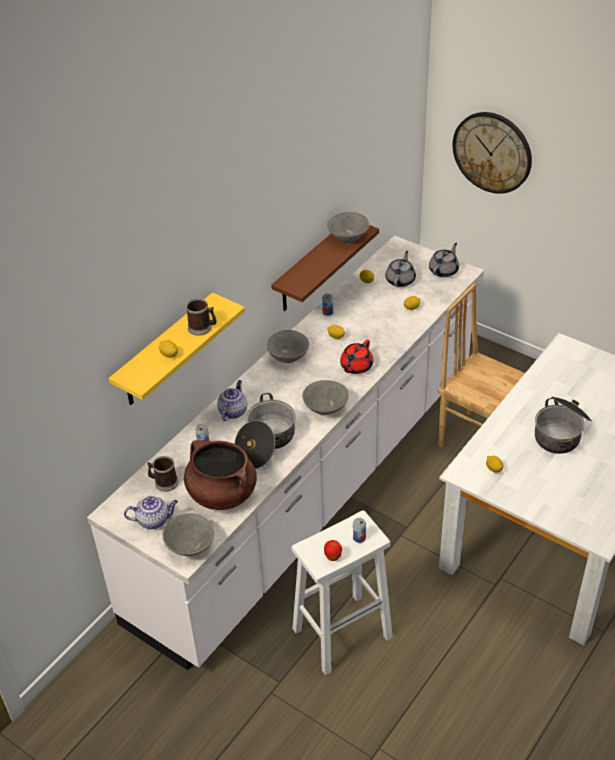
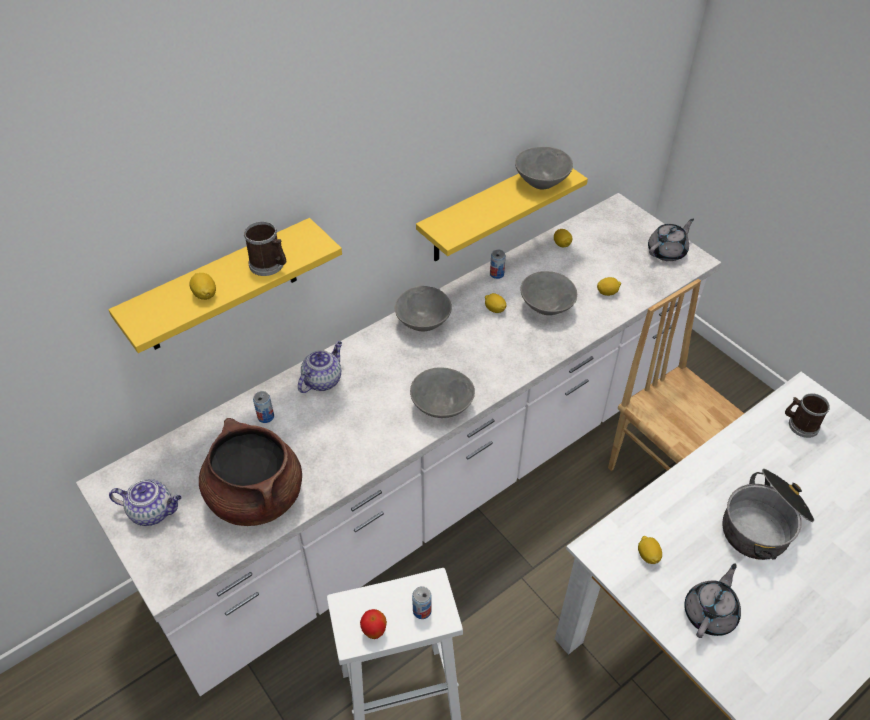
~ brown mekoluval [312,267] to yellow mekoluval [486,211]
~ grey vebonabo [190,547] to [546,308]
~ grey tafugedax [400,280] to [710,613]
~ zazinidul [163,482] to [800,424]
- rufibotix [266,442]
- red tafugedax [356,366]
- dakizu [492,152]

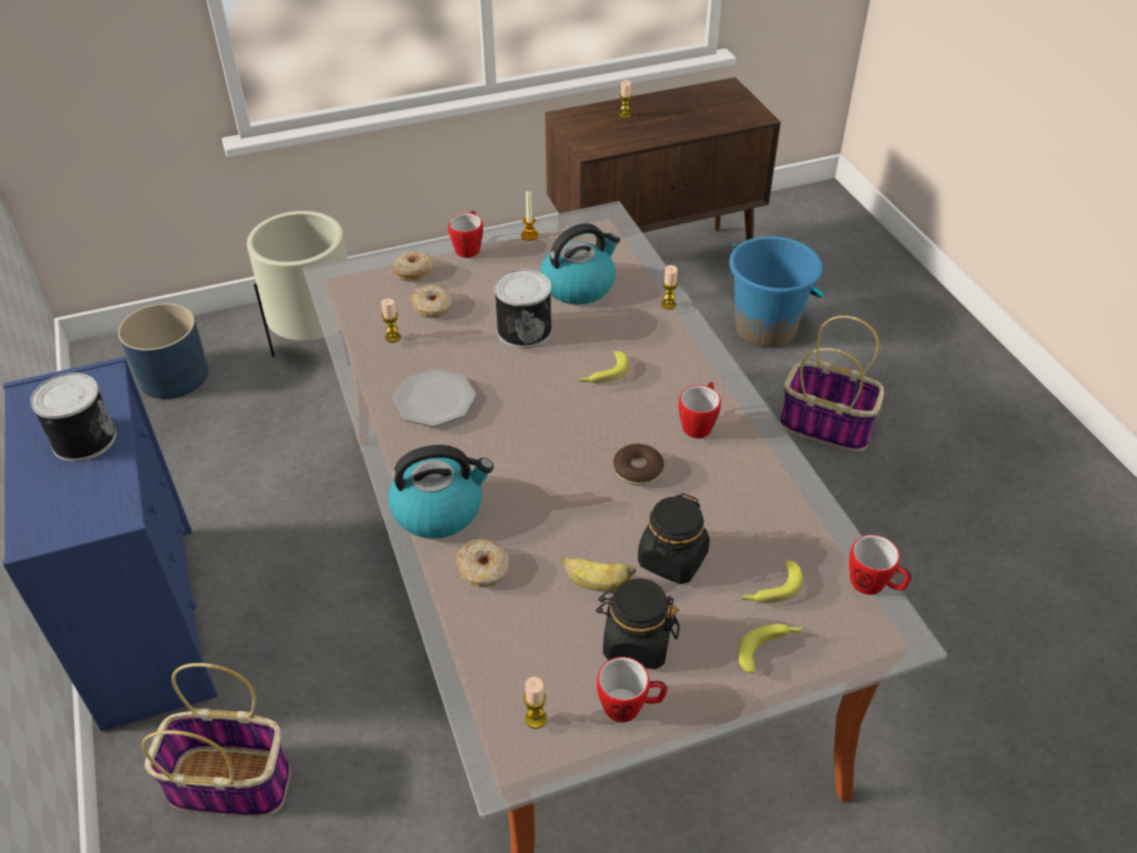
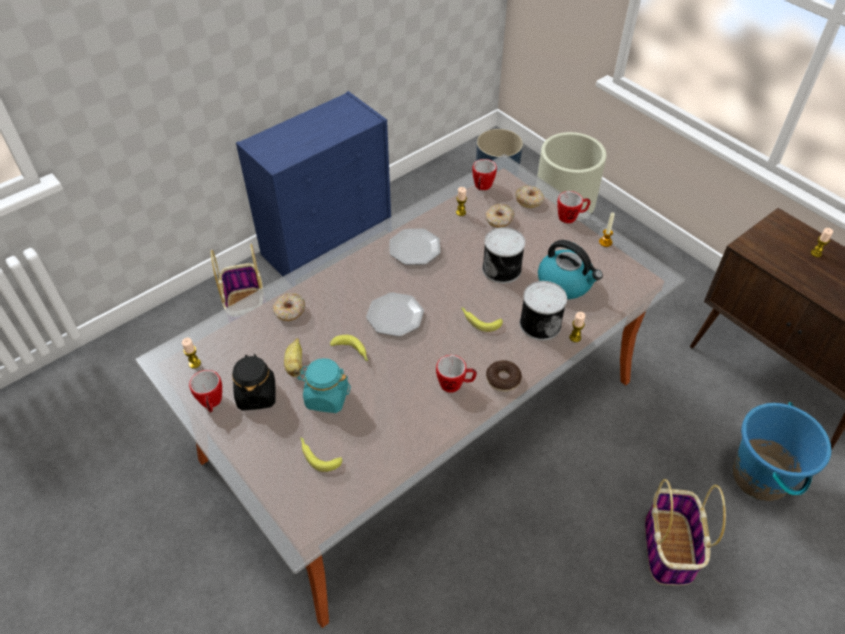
~ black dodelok [672,559] to turquoise dodelok [326,397]
~ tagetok [769,648] to [352,352]
+ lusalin [395,316]
~ zazinidul [874,585] to [482,187]
~ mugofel [638,470] to [503,379]
~ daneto [82,439] to [539,323]
- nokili [439,509]

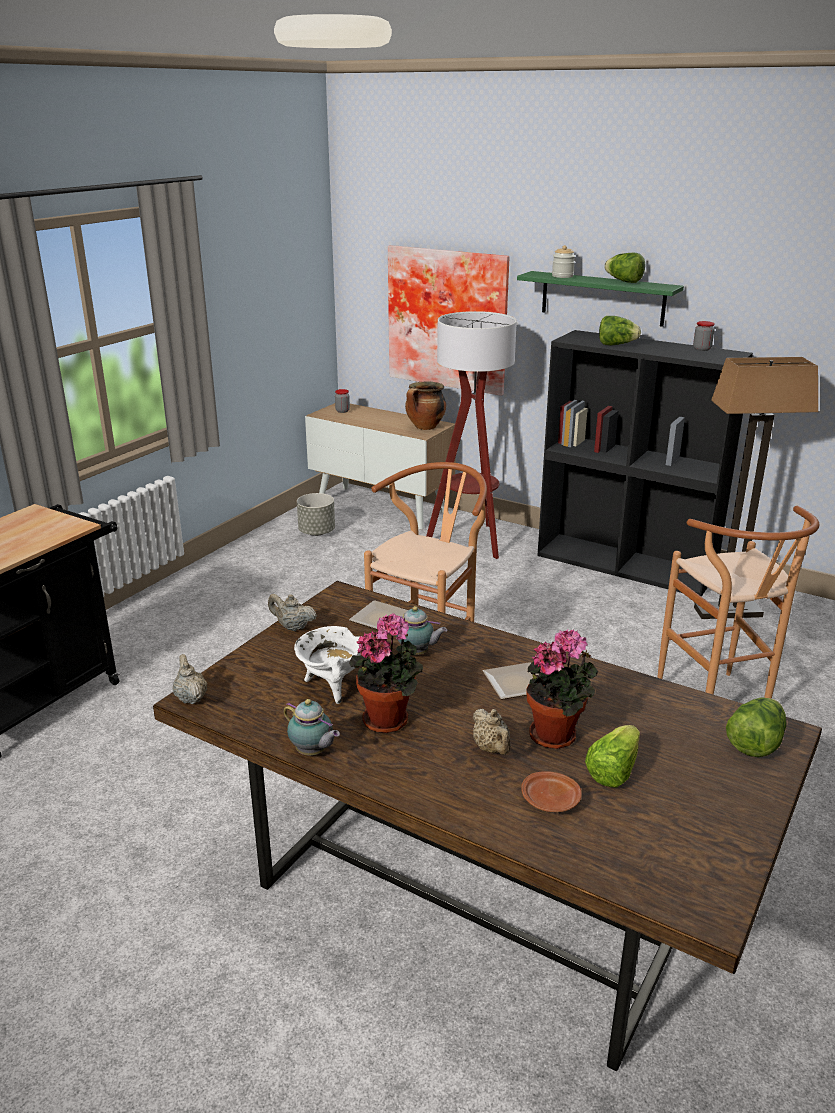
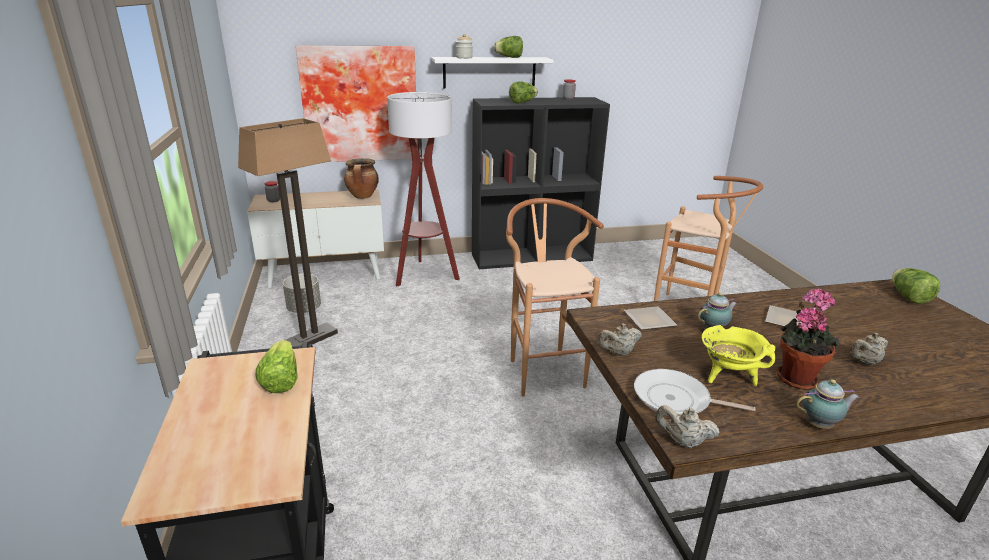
~ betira [728,612] to [310,339]
~ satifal [613,771] to [281,380]
~ green mekoluval [602,298] to white mekoluval [489,72]
+ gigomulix [676,400]
~ white rufibotix [332,686] to yellow rufibotix [727,377]
~ beige tafugedax [492,749] = [863,362] 135 degrees clockwise
- brown lusalin [551,801]
- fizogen [557,735]

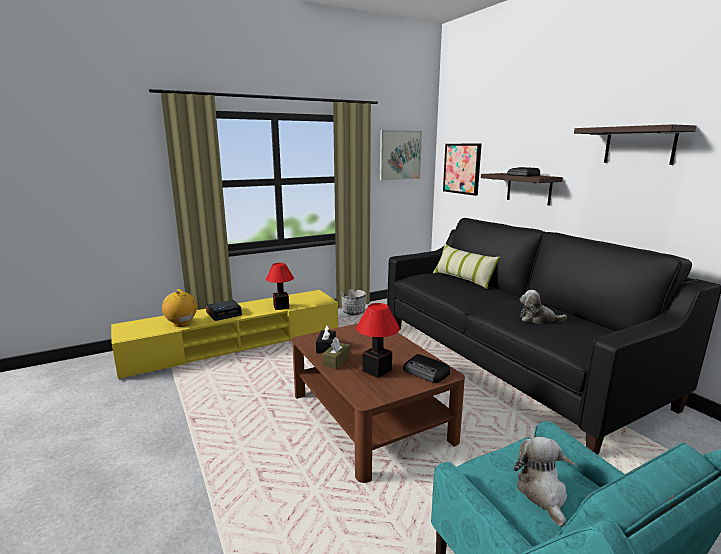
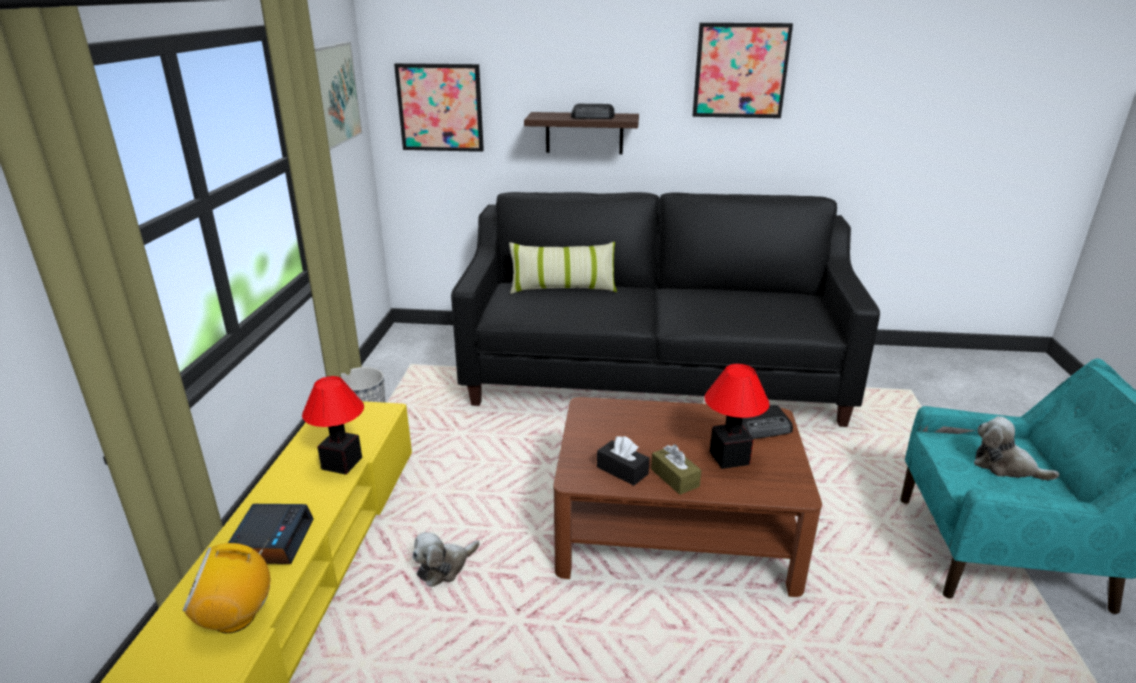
~ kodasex [538,319] to [444,567]
~ mekoluval [639,145] to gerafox [740,71]

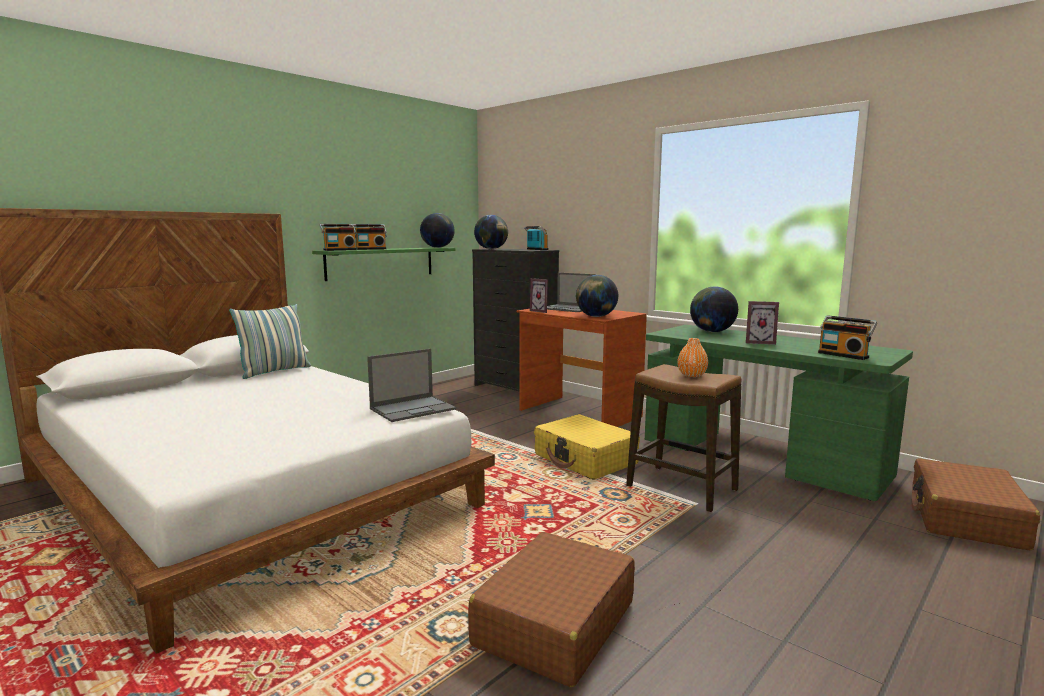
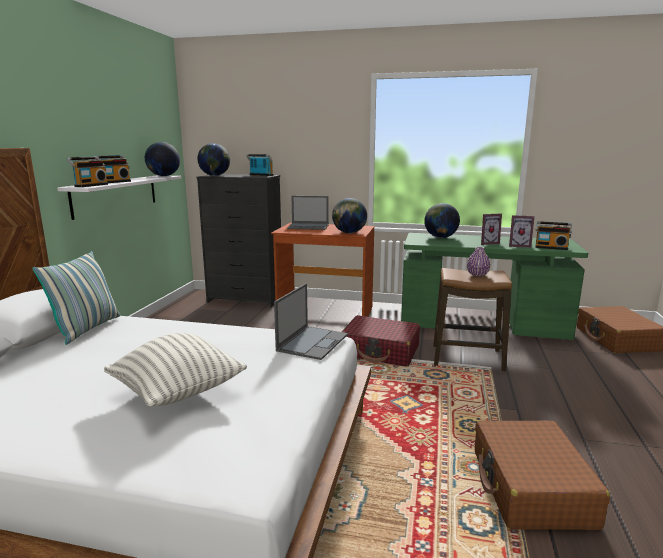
~ green mekoluval [381,263] to white mekoluval [116,195]
+ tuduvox [178,394]
~ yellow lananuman [585,459] to red lananuman [380,351]
~ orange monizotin [691,375] to purple monizotin [477,274]
~ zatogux [542,311] to [519,246]

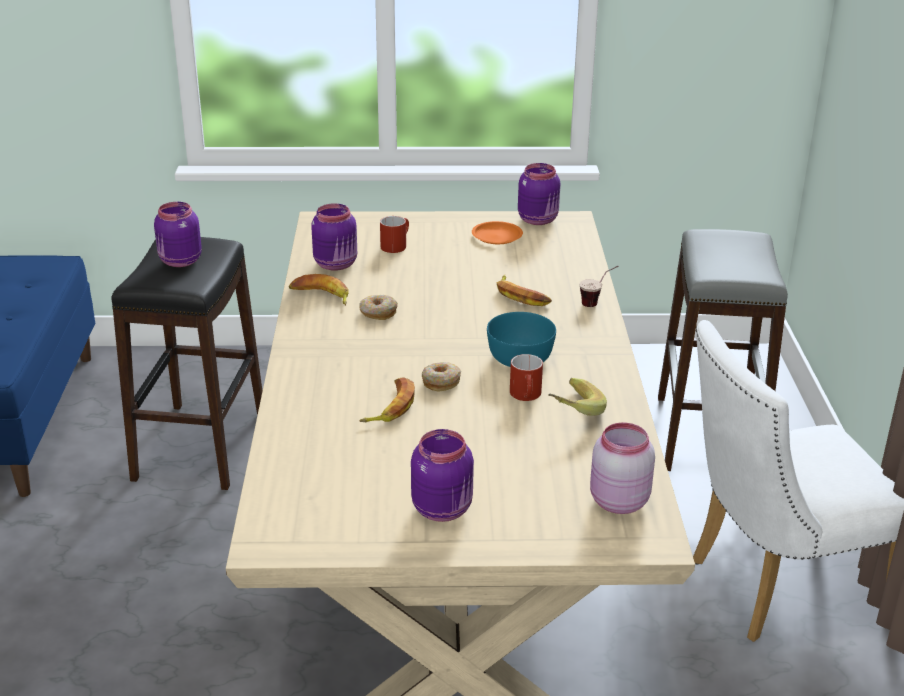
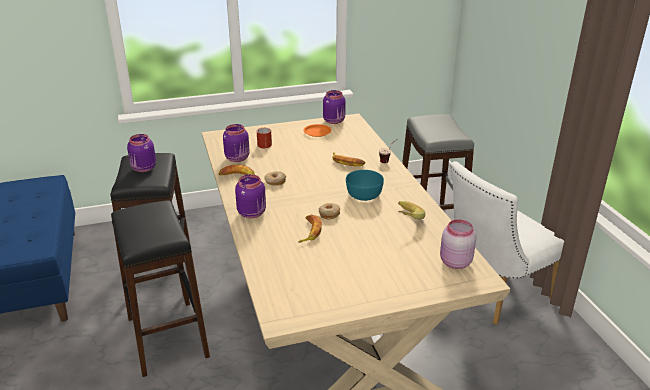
+ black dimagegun [167,337]
~ purple dodelok [443,508] to [252,213]
- red zazinidul [527,396]

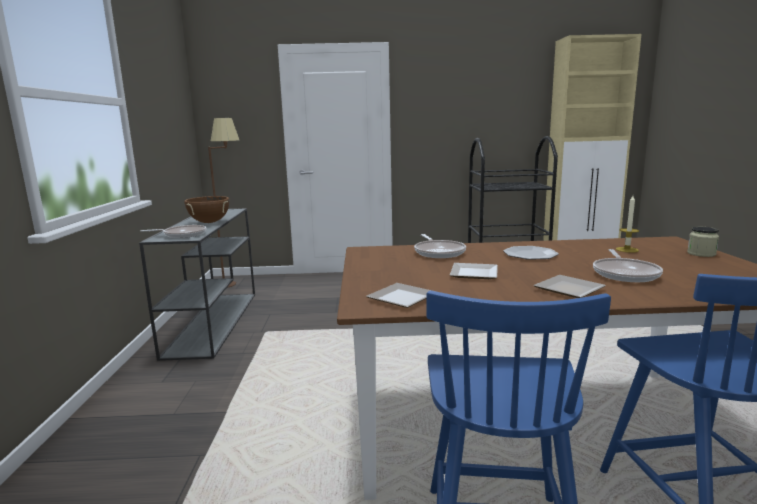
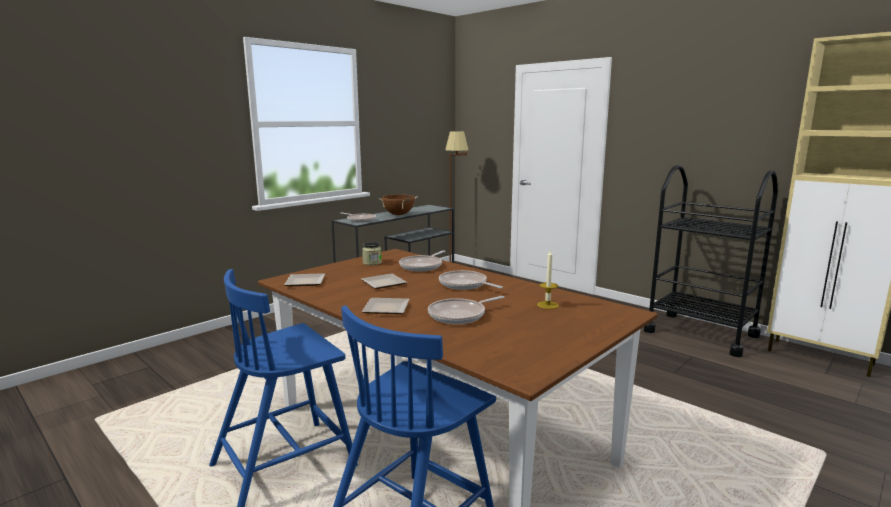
~ dodelok [701,254] to [372,263]
~ lusalin [530,254] to gigomulix [465,285]

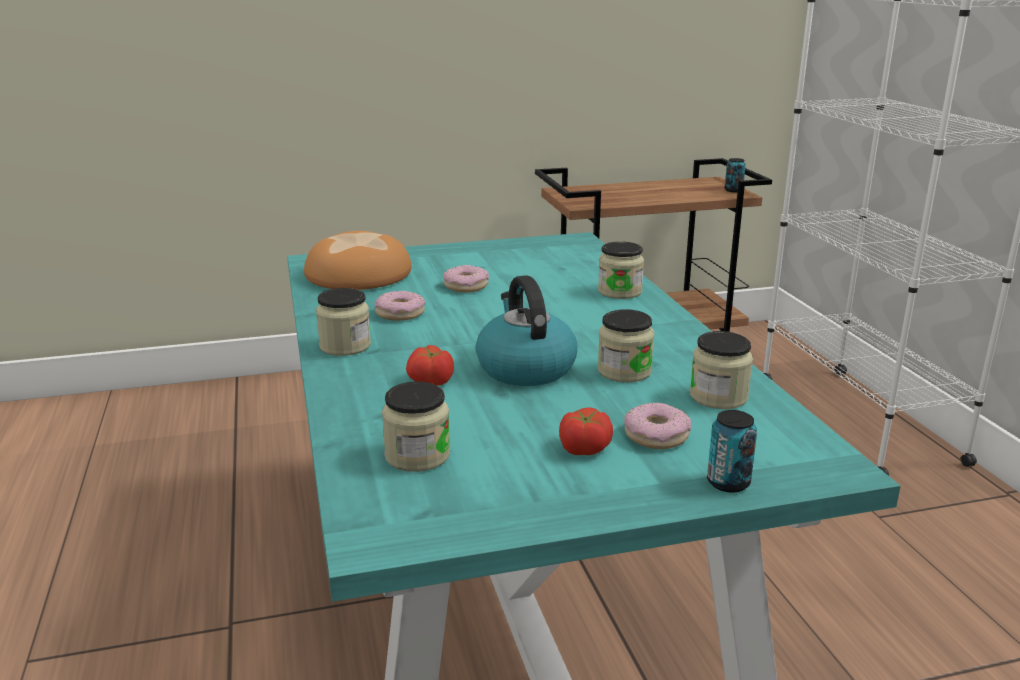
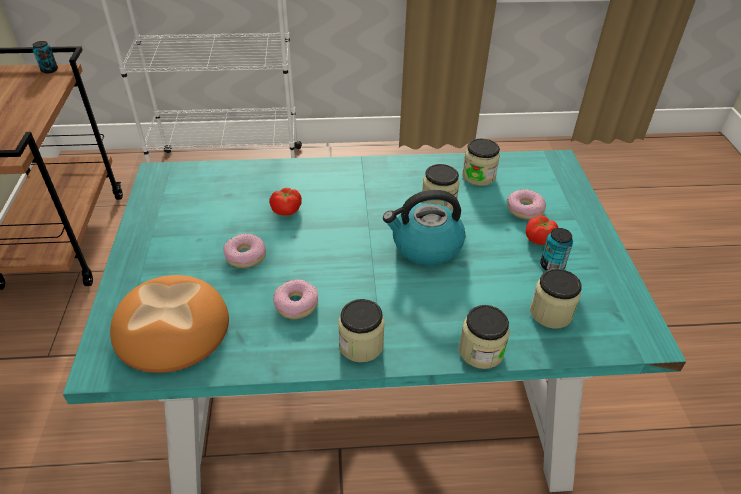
~ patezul [431,381] to [287,210]
~ dodelok [619,291] to [481,351]
~ daneto [728,482] to [552,265]

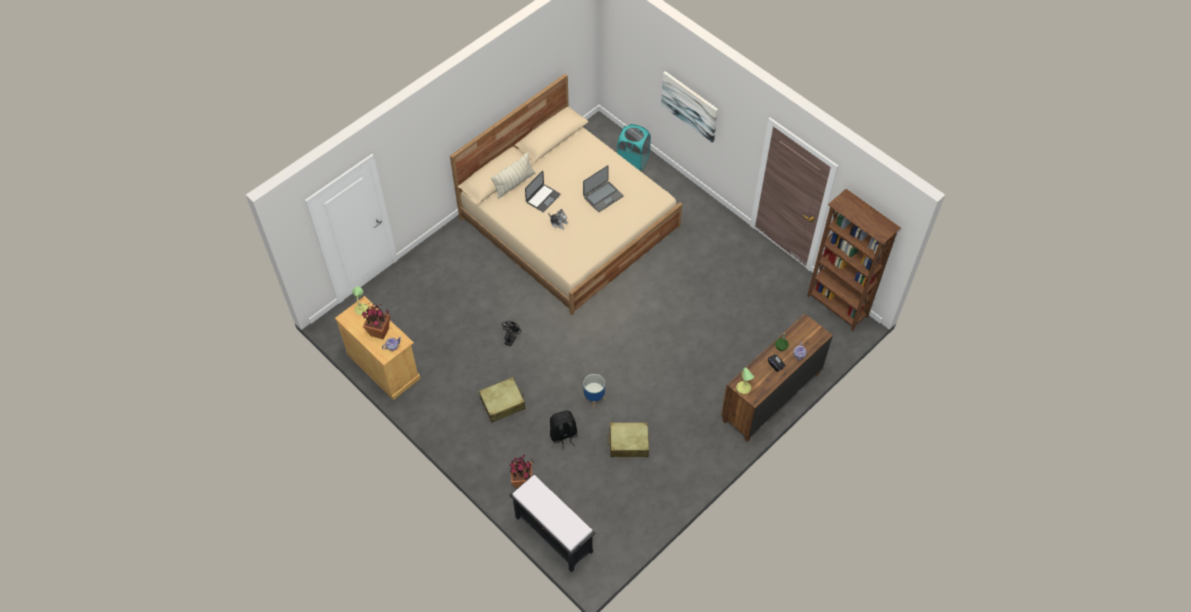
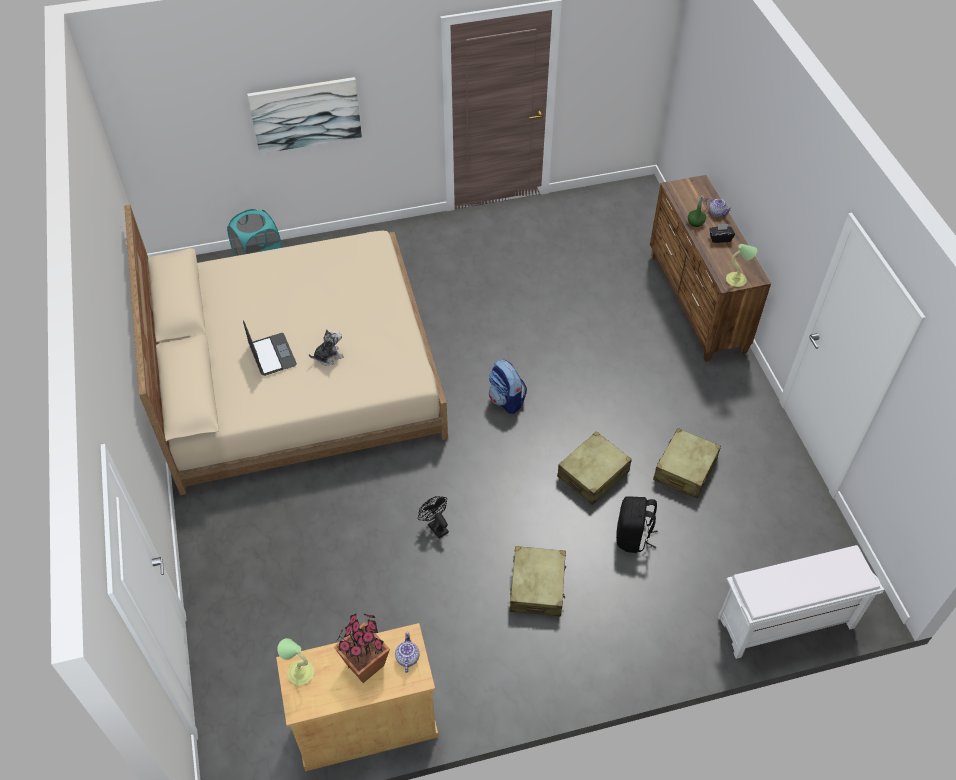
+ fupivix [506,400]
~ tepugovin [594,397] to beige lananuman [593,474]
~ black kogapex [552,534] to white kogapex [784,623]
- tuduvox [514,183]
- fizogen [522,481]
- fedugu [603,196]
- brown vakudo [837,307]

